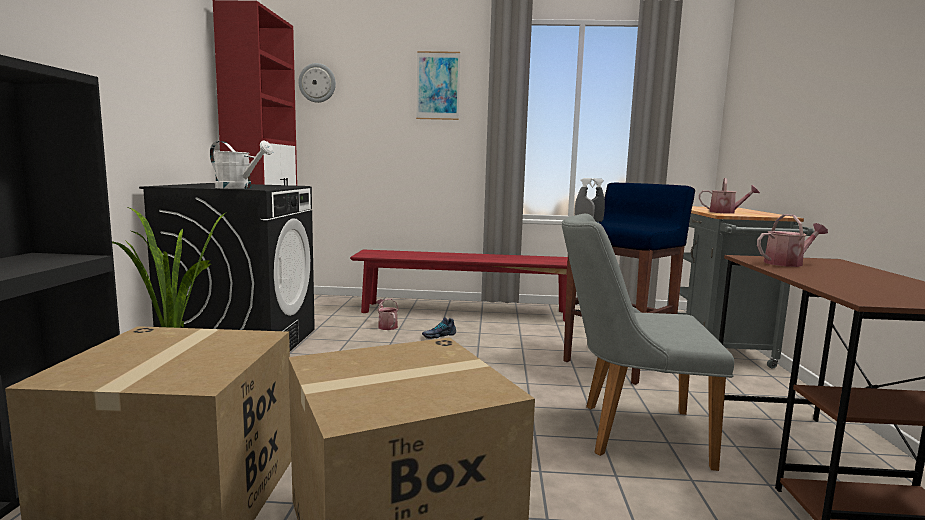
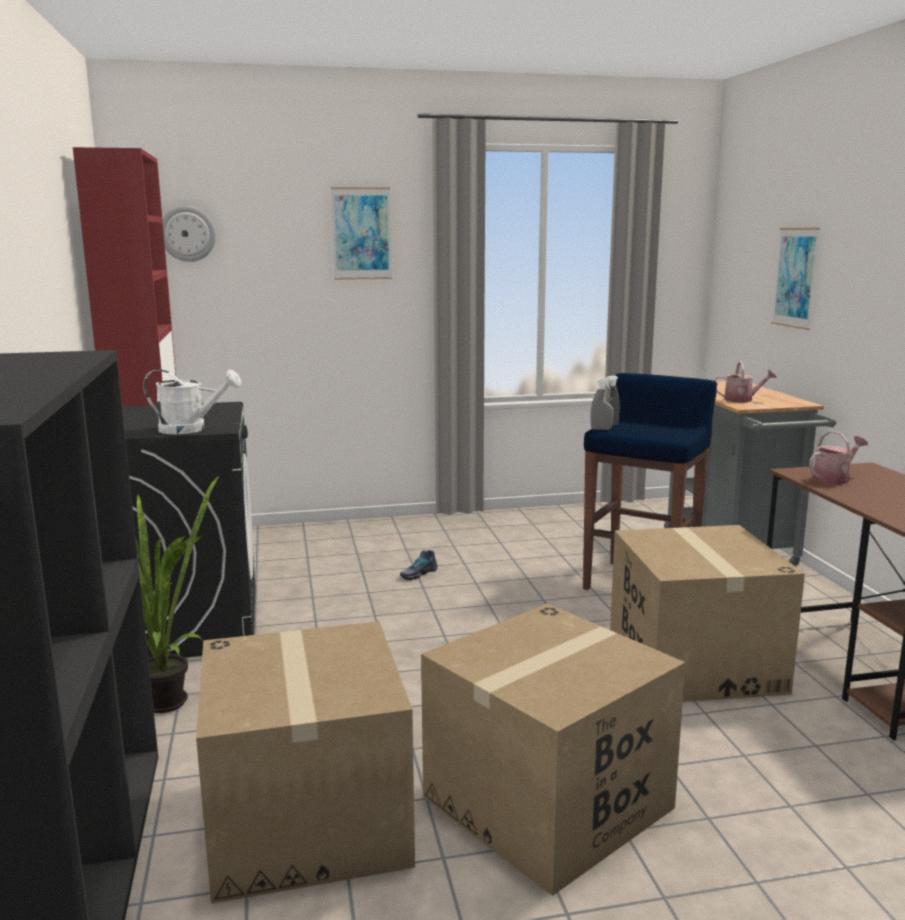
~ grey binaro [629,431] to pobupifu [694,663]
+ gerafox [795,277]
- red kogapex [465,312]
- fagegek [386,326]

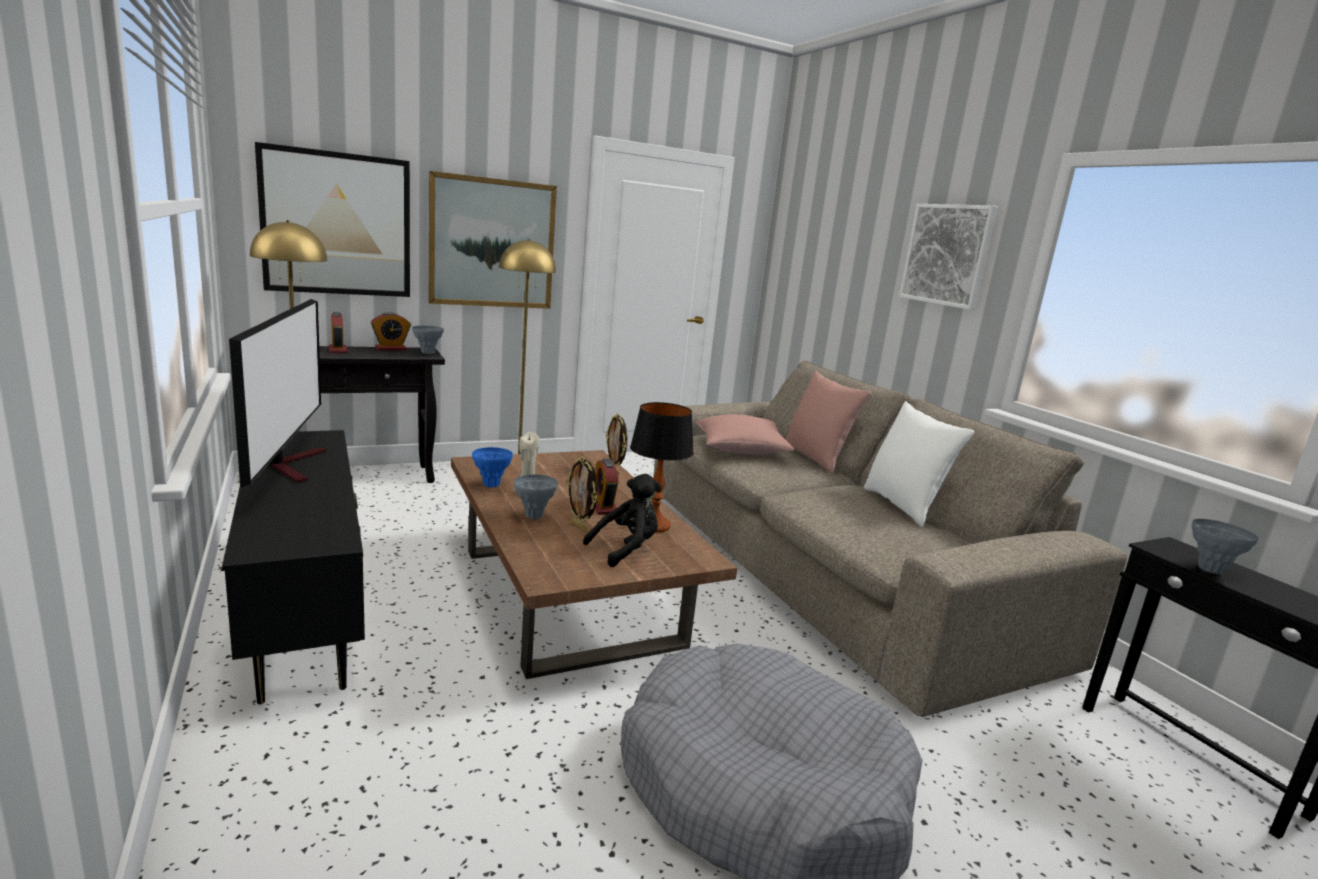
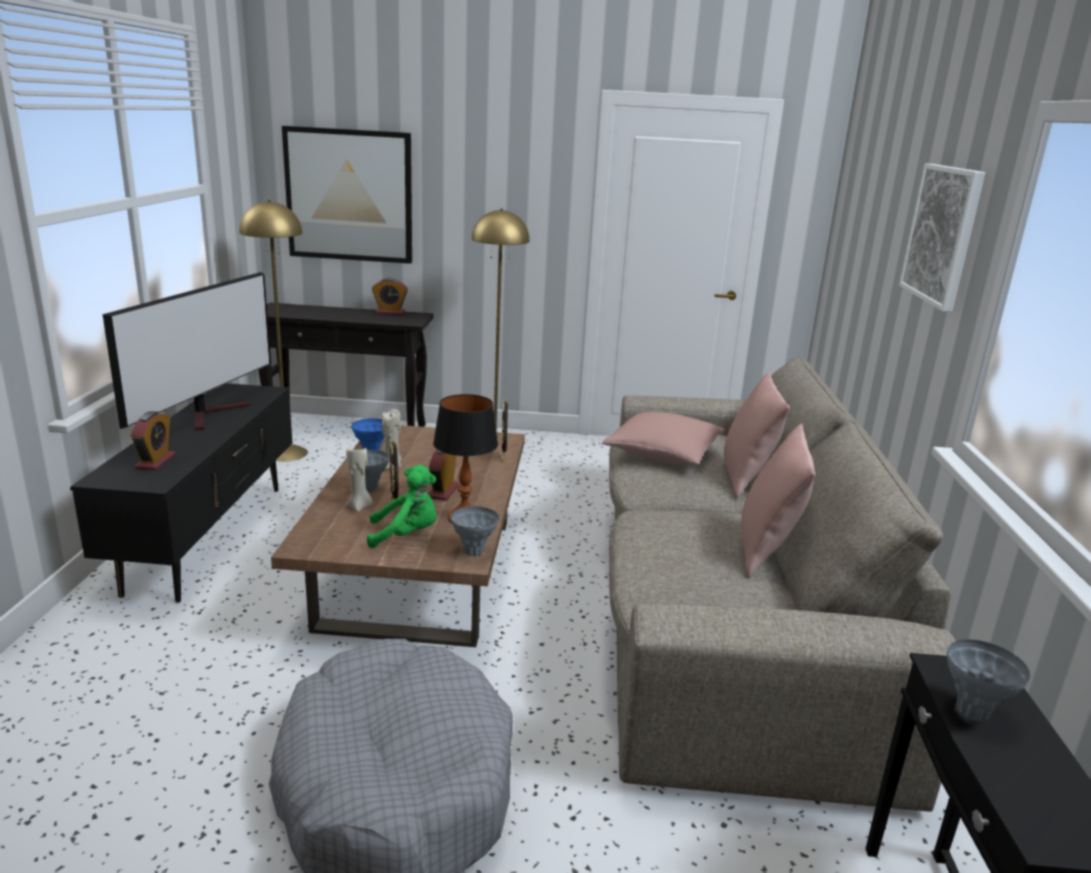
~ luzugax [337,350] to [155,461]
+ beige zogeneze [359,507]
~ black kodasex [626,549] to green kodasex [406,535]
~ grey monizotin [428,353] to [474,552]
~ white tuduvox [903,506] to pink tuduvox [767,551]
- gerafox [492,243]

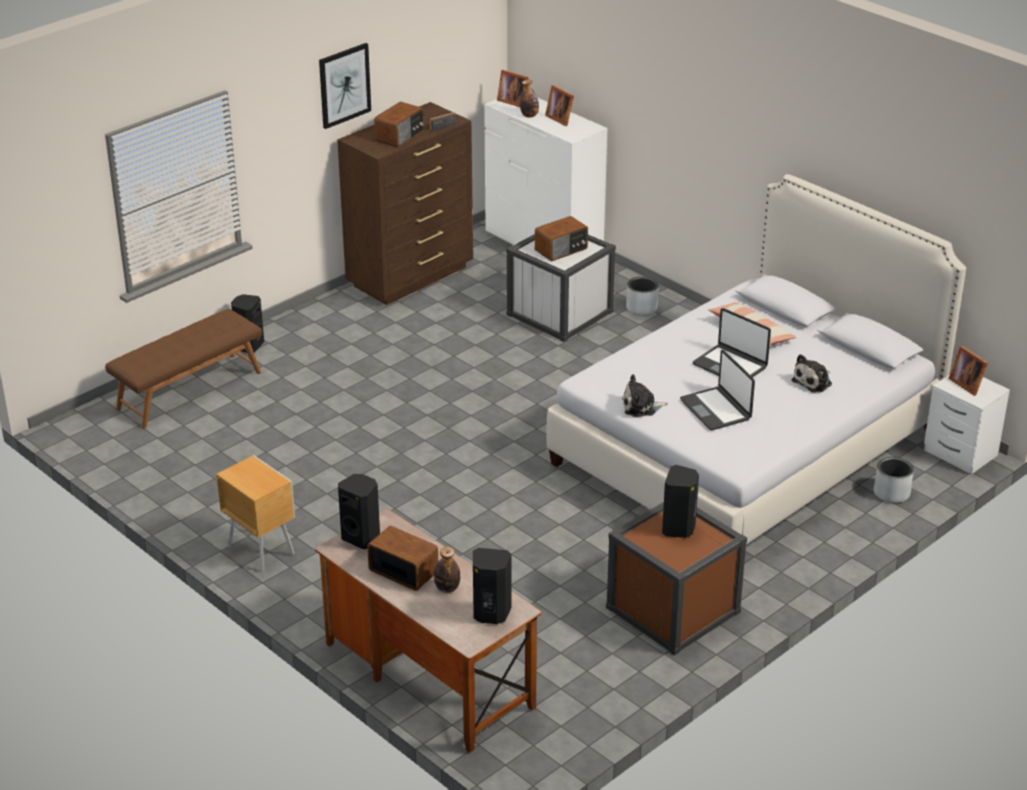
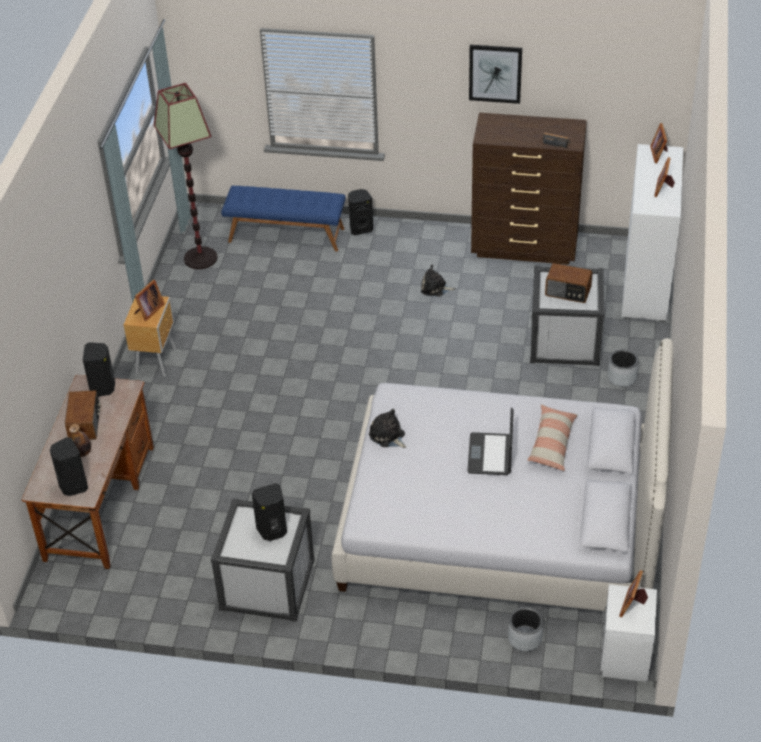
+ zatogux [148,311]
+ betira [201,258]
~ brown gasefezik [673,610] to white gasefezik [267,584]
~ brown kogapex [189,390] to blue kogapex [286,234]
~ kodasex [813,382] to [435,288]
- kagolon [400,136]
- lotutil [529,115]
- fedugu [716,409]

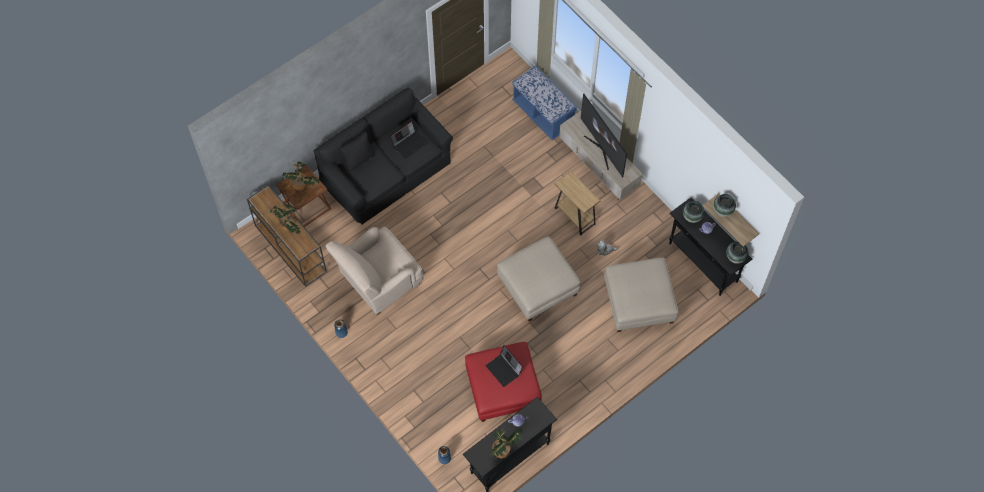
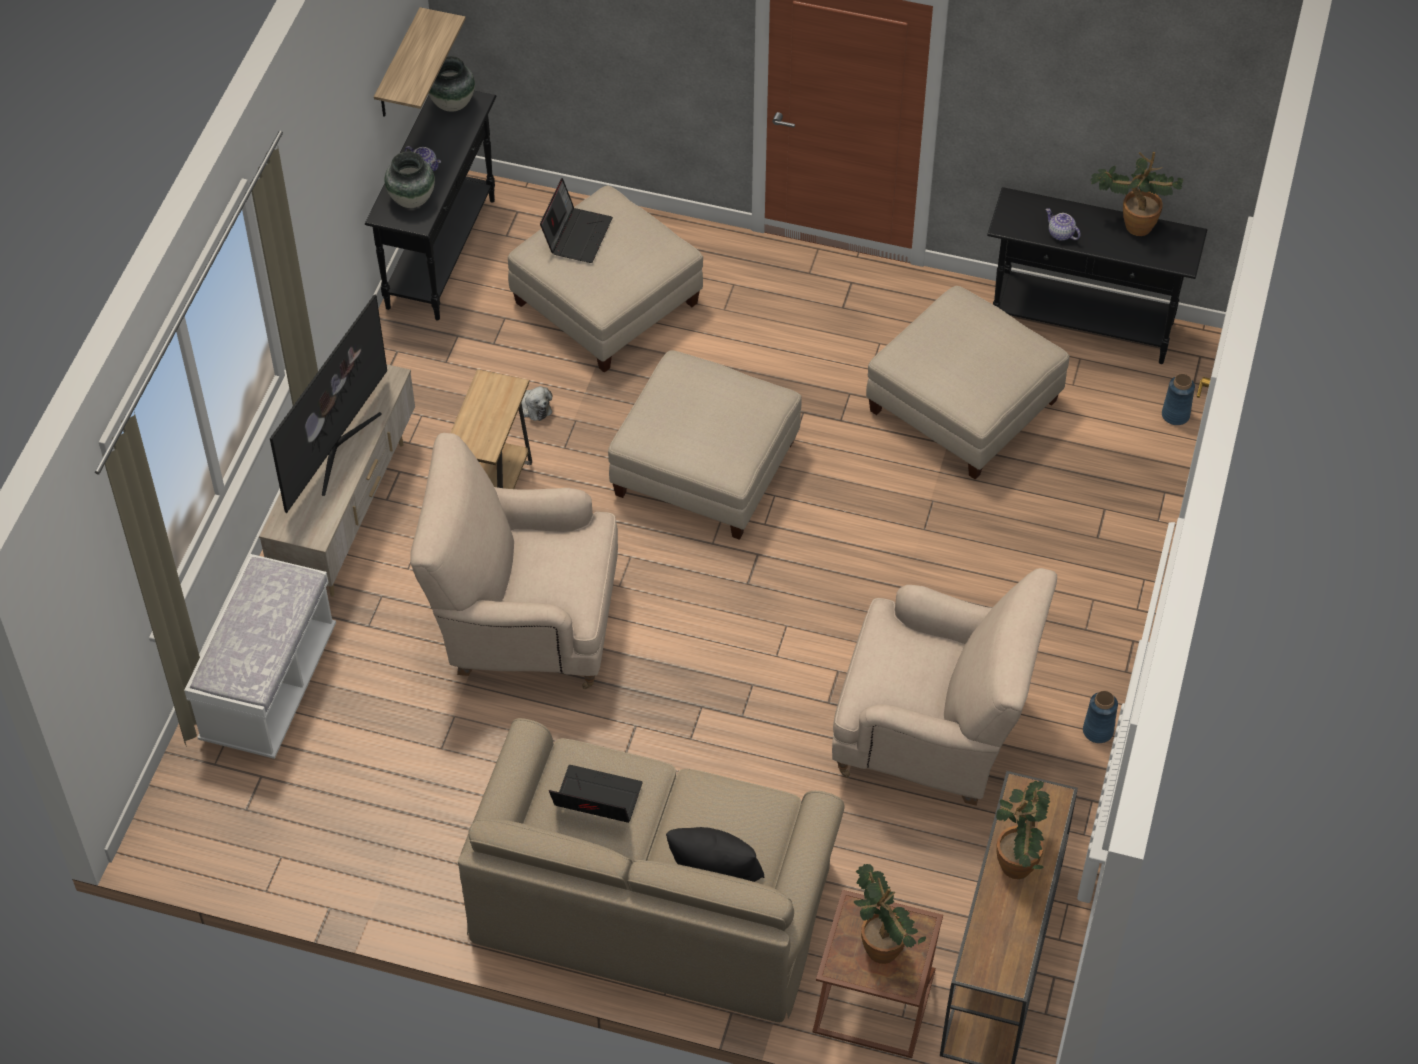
~ blue kogapex [543,114] to white kogapex [269,686]
+ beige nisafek [525,625]
~ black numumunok [386,170] to beige numumunok [651,899]
~ fedugu [504,370] to [577,234]
~ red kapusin [503,388] to beige kapusin [964,406]
- monizotin [722,211]

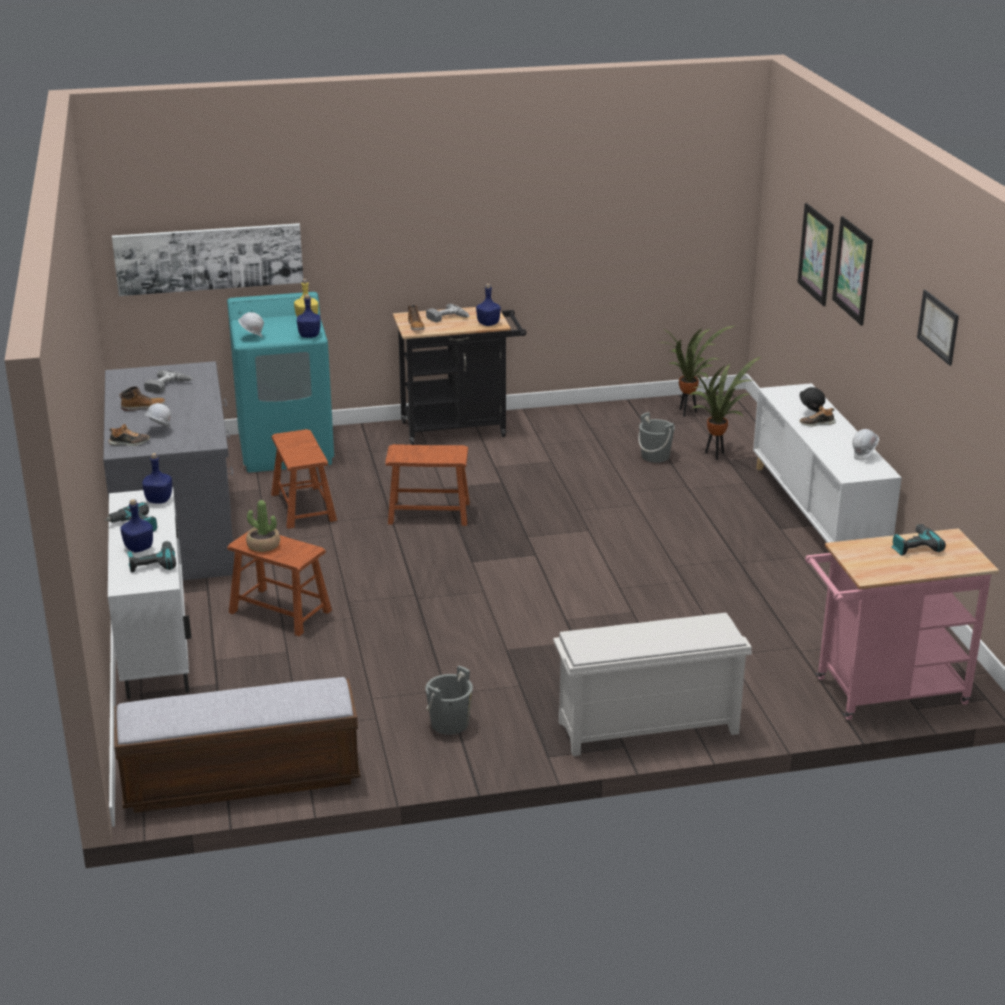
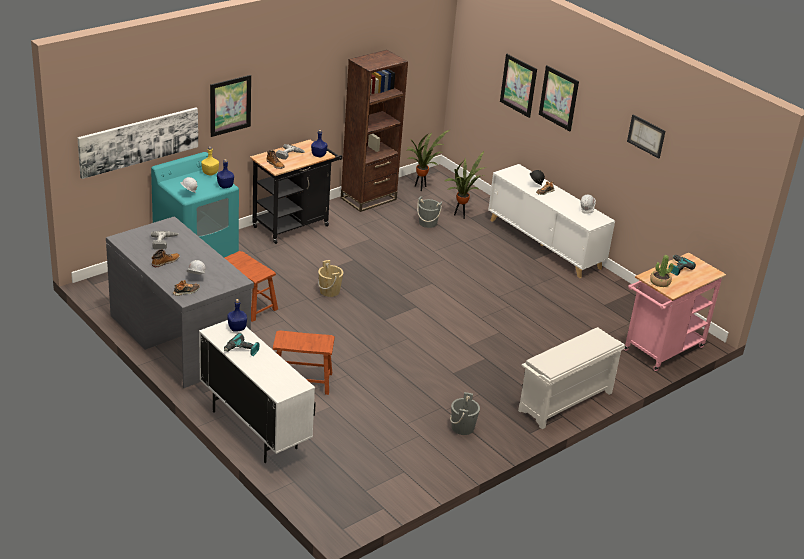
+ gerafox [230,105]
~ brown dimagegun [429,513] to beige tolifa [329,291]
+ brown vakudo [368,199]
~ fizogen [263,545] to [660,282]
- kogapex [241,779]
- blue lotutil [138,548]
- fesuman [152,563]

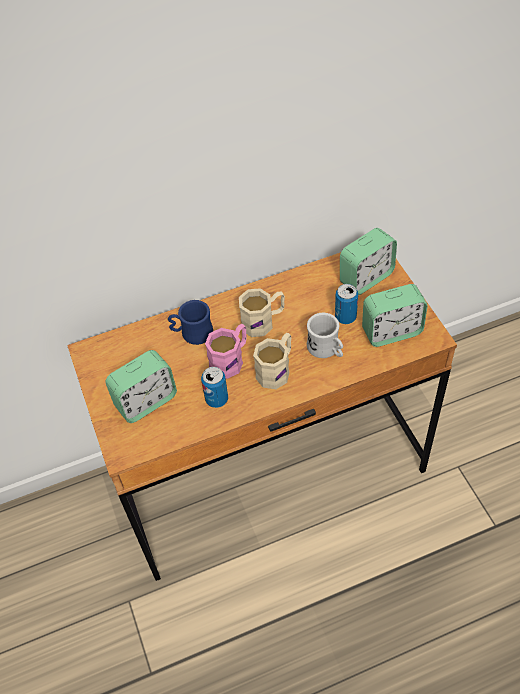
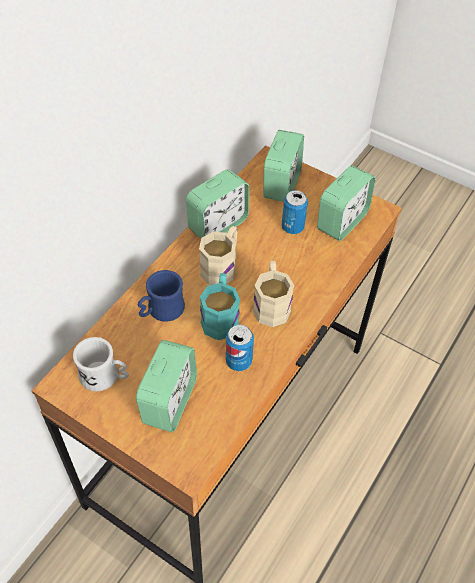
~ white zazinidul [326,350] to [105,377]
+ luzugax [218,225]
~ pink zazinidul [231,359] to turquoise zazinidul [220,316]

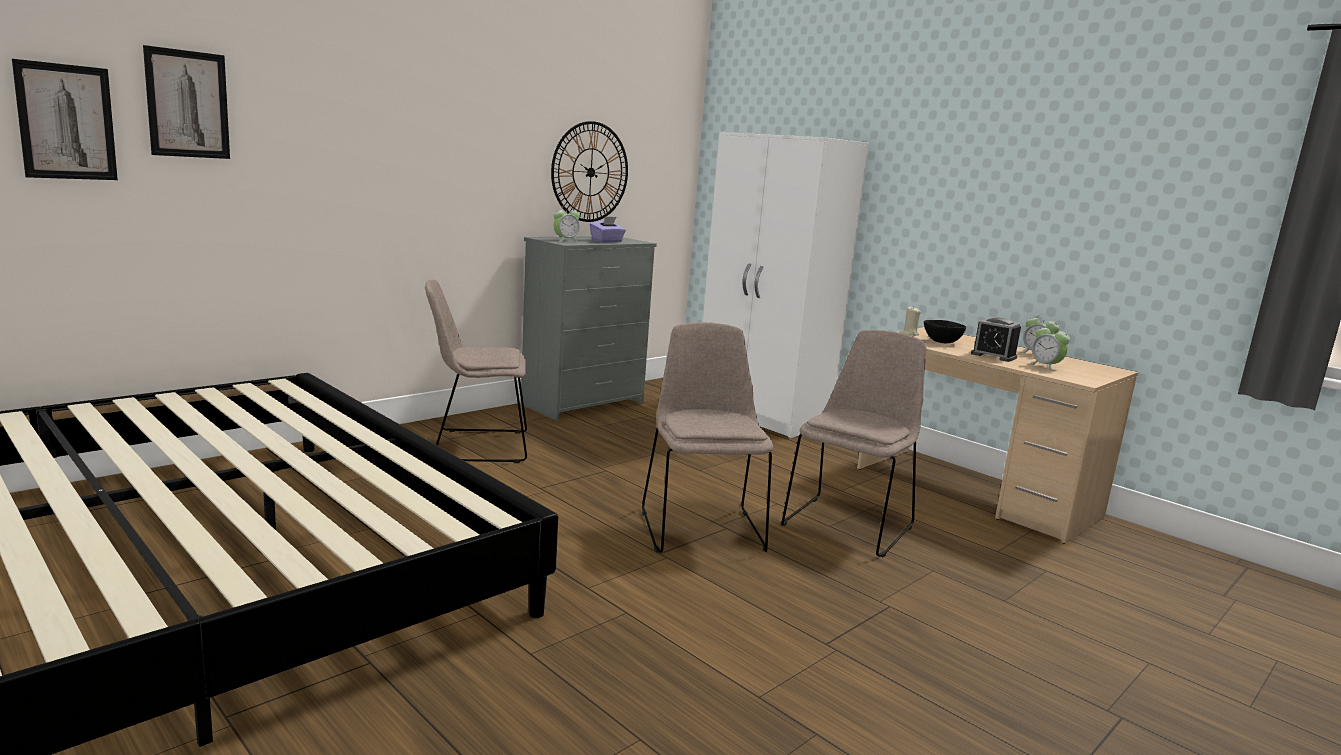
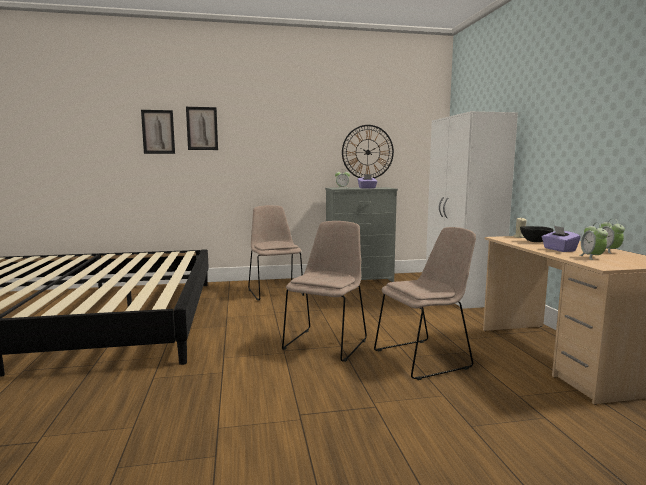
~ gerafox [66,122] to [202,128]
~ beige binaro [476,446] = [275,292] 45 degrees clockwise
~ luzugax [993,356] to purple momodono [559,249]

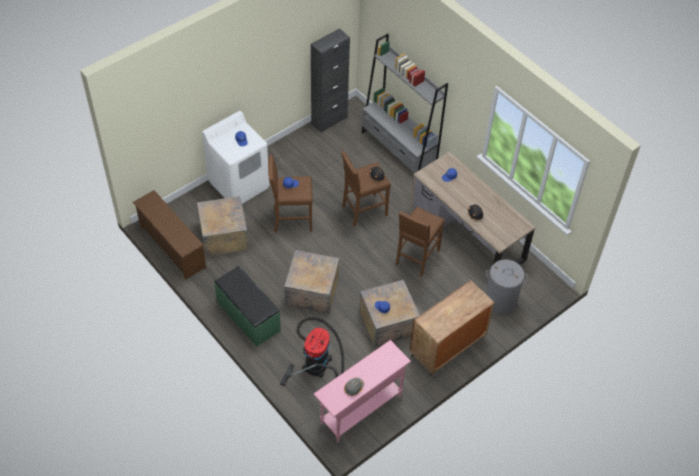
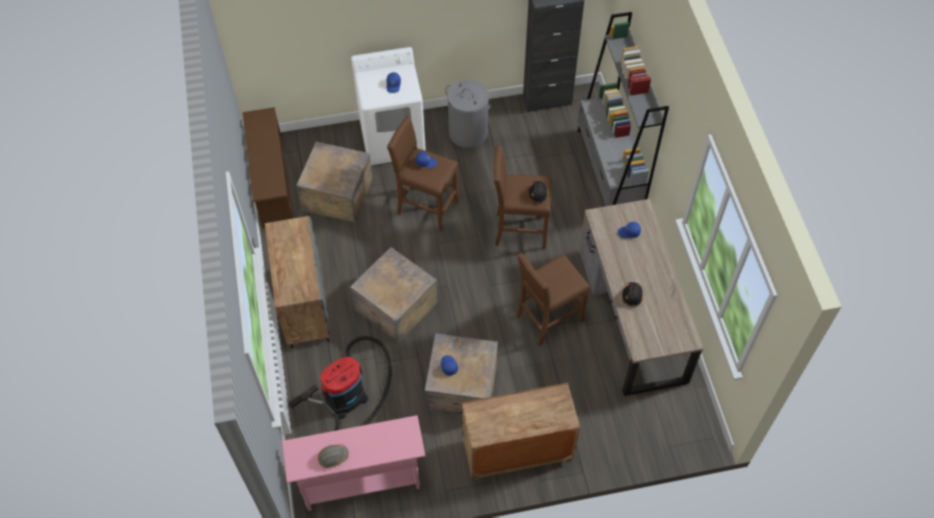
~ green kogapex [248,316] to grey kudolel [304,303]
~ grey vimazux [500,300] to [468,133]

